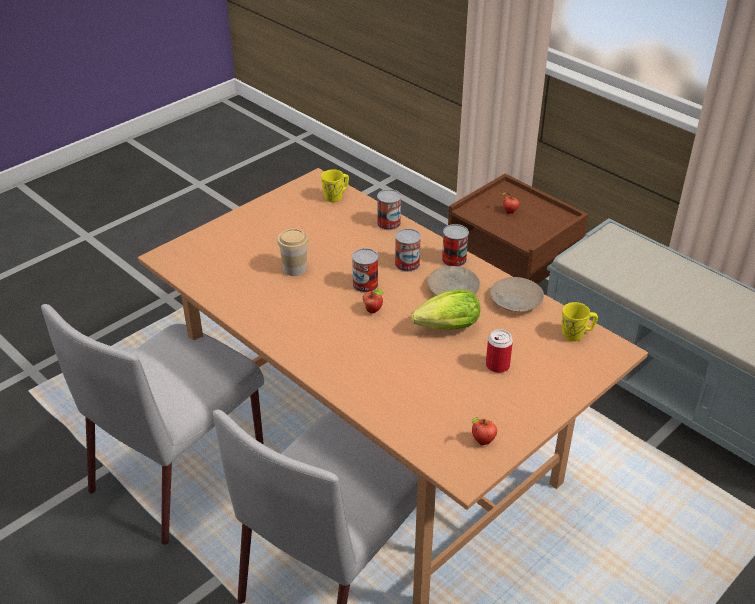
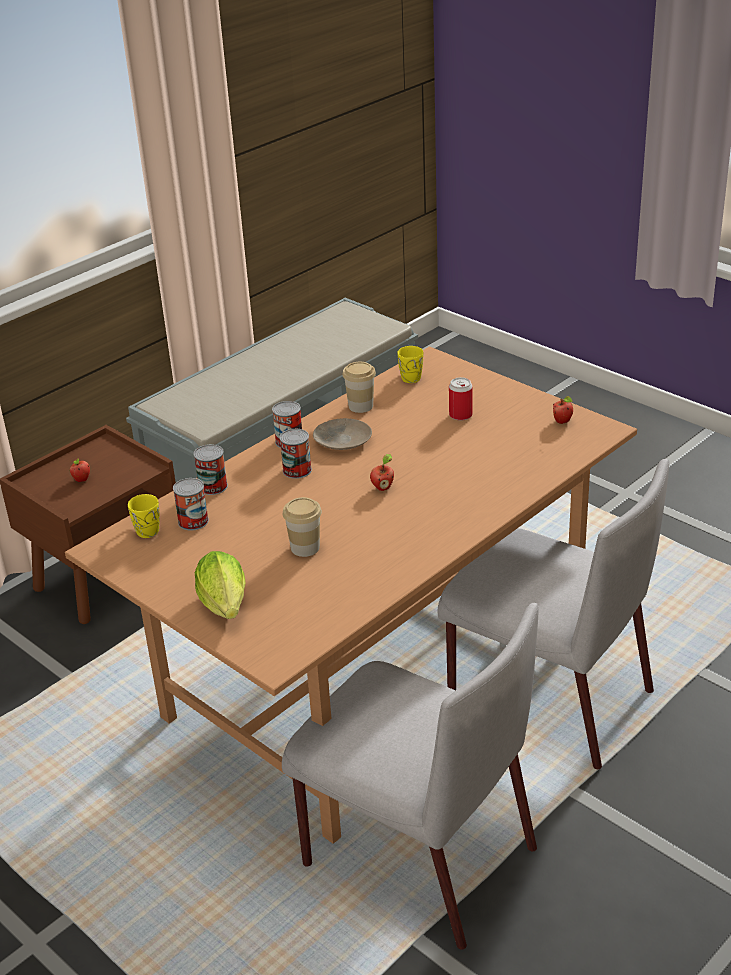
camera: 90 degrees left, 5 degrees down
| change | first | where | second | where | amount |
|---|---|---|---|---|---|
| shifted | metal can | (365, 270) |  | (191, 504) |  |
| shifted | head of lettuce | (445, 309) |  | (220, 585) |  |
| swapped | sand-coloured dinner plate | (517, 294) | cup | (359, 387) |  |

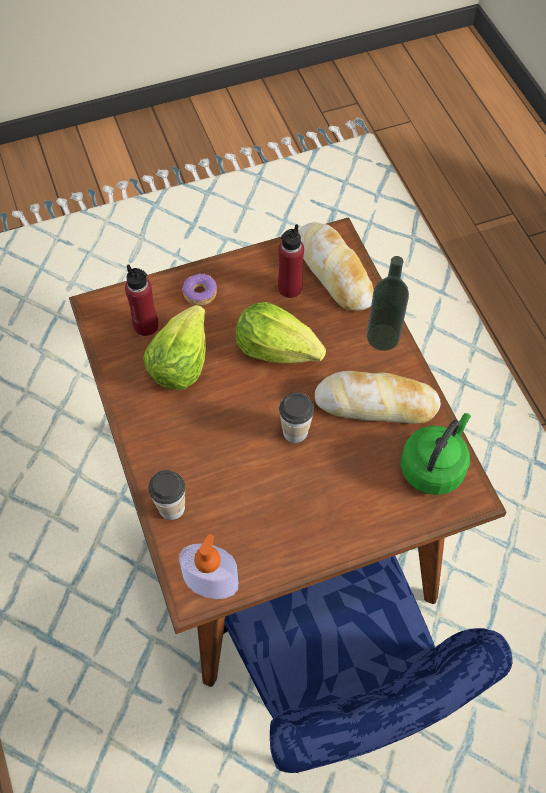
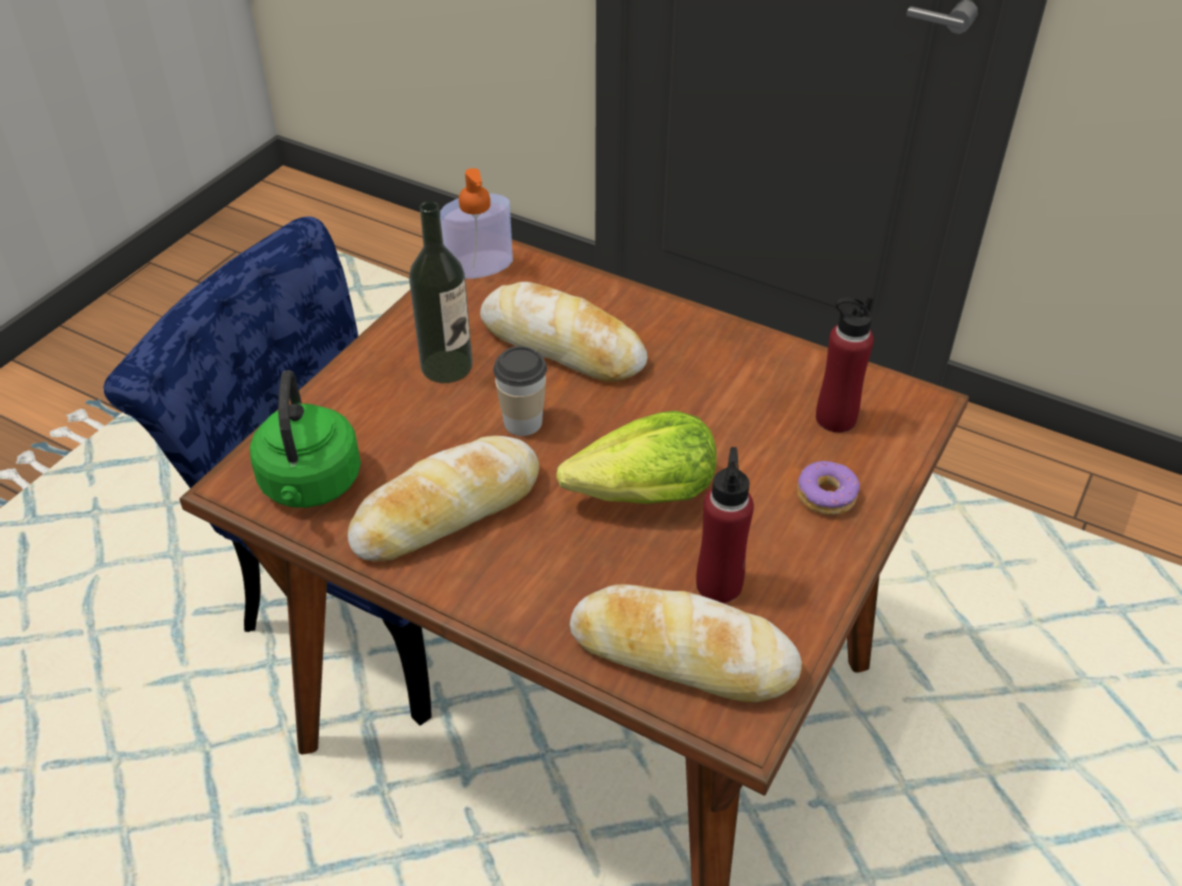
camera: 140 degrees right, 15 degrees down
| change | first | where | second | where | amount |
|---|---|---|---|---|---|
| gone | head of lettuce | (174, 347) |  |  |  |
| gone | cup | (167, 495) |  |  |  |
| shifted | drink bottle | (388, 303) |  | (441, 292) |  |
| new |  |  | bakery bread | (564, 332) |  |

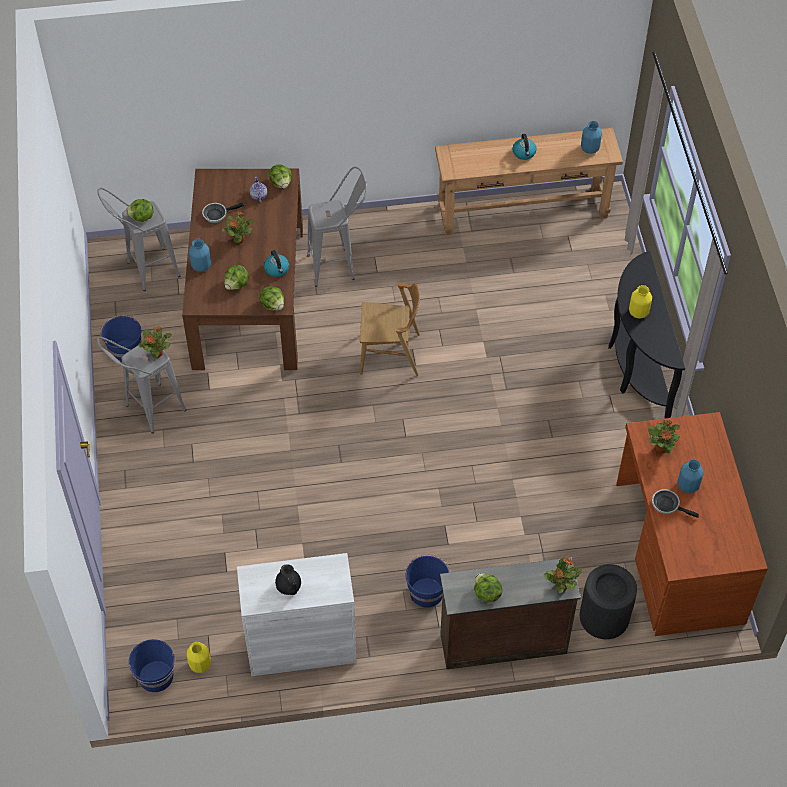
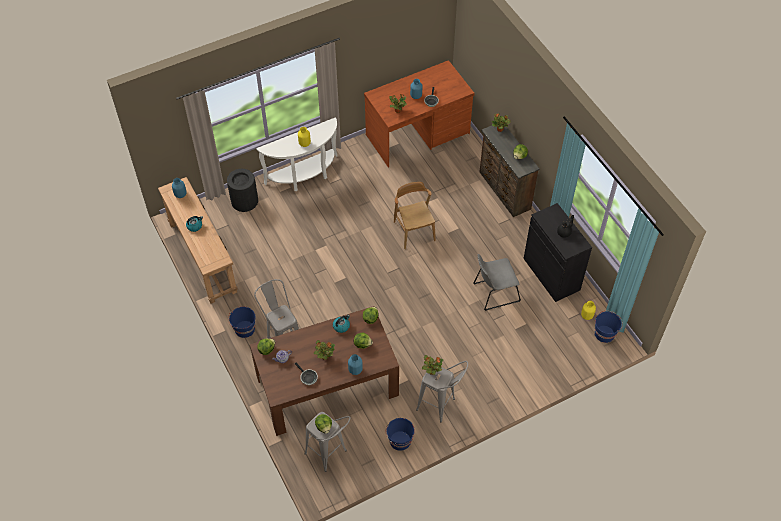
camera: 110 degrees left, 0 degrees up
| change | first | where | second | where | amount |
|---|---|---|---|---|---|
| repainted | whitish storage cabinet | (297, 614) | black-coloured storage cabinet | (557, 252) |  |
| shifted | brown upright chair | (390, 329) |  | (415, 215) |  |
| shifted | blue-coloured bucket | (428, 581) |  | (242, 322) |  |
| shifted | black-coloured waste bin | (608, 601) |  | (242, 190) |  |
| repainted | black-coloured narrow table | (646, 334) | whitish narrow table | (296, 154) |  |
| new |  |  | gray upright chair | (497, 282) |  |

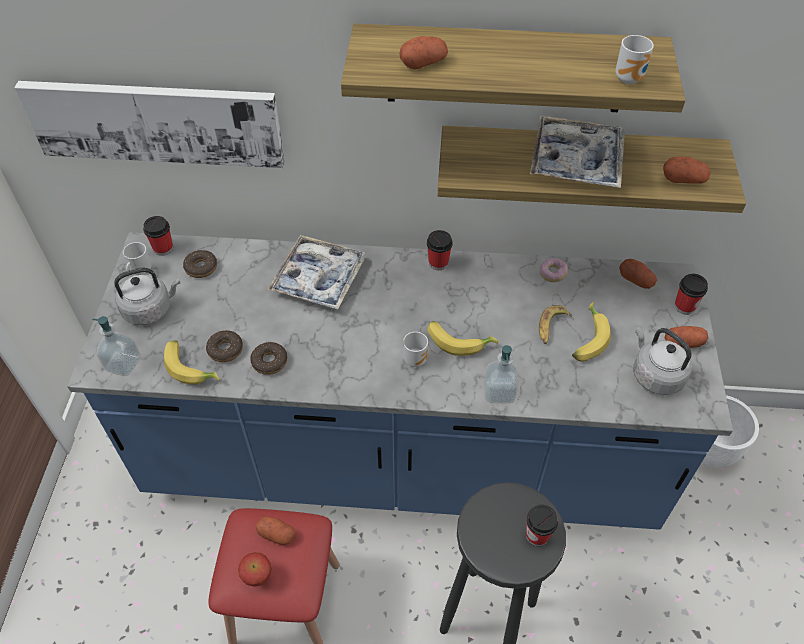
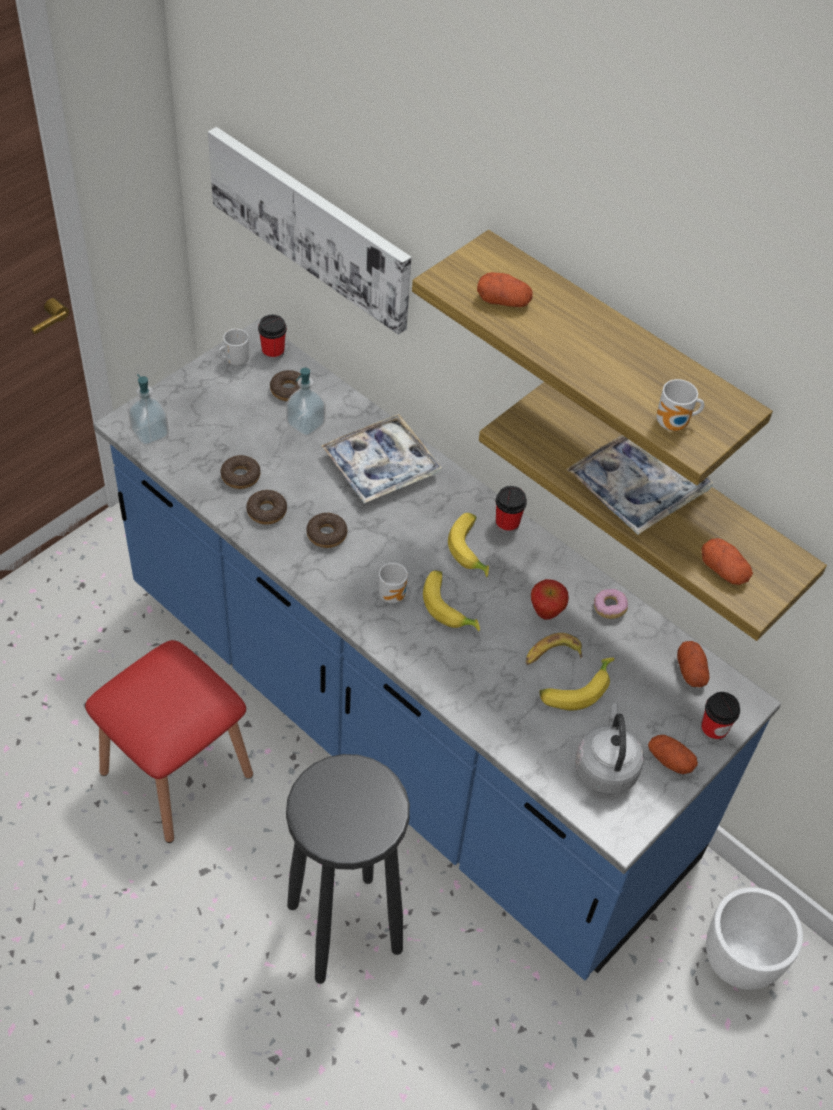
camera: 35 degrees right, 0 degrees up
| change | first | where | second | where | amount |
|---|---|---|---|---|---|
| gone | gray water kettle | (147, 296) |  |  |  |
| shifted | banana | (191, 362) |  | (468, 545) |  |
| shifted | apple fruit | (255, 569) |  | (549, 599) |  |
| gone | spud | (276, 530) |  |  |  |
| shifted | soap dispenser | (501, 374) |  | (306, 402) |  |
| gone | cup | (542, 525) |  |  |  |
| new |  |  | donut | (327, 530) |  |

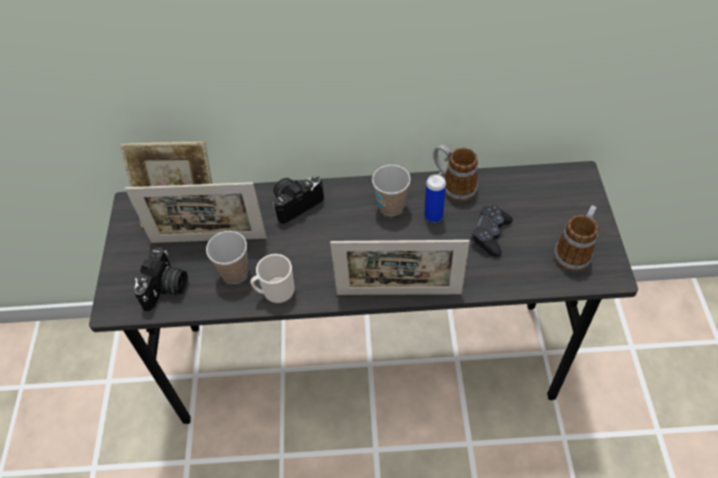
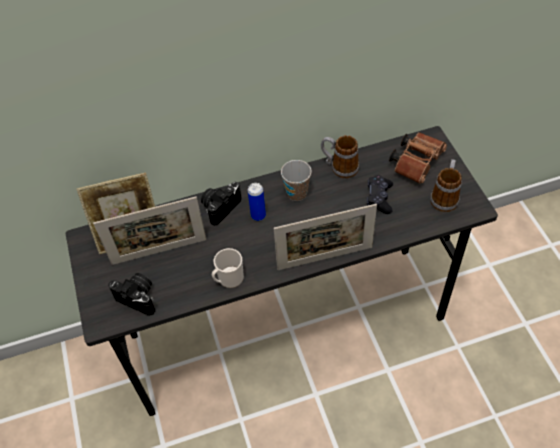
camera: 15 degrees left, 0 degrees up
| change | first | where | second | where | amount |
|---|---|---|---|---|---|
| rotated | photo camera | (161, 279) |  | (131, 294) | 60 degrees counterclockwise |
| gone | cup | (227, 257) |  |  |  |
| shifted | metal can | (435, 198) |  | (257, 202) |  |
| new |  |  | brown field glasses | (418, 158) |  |

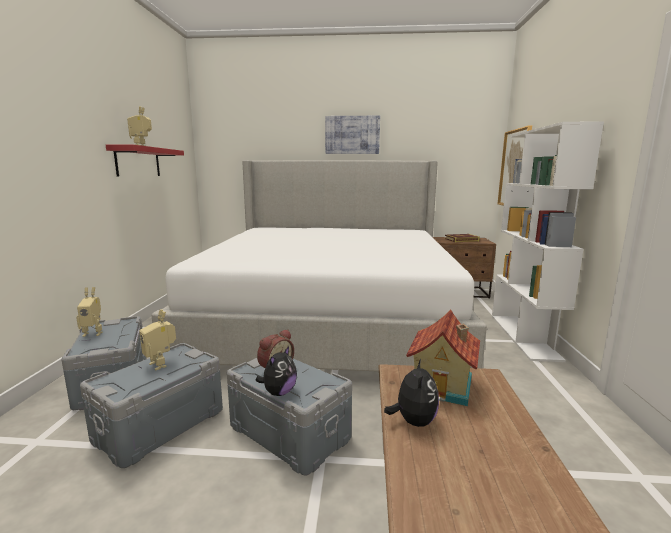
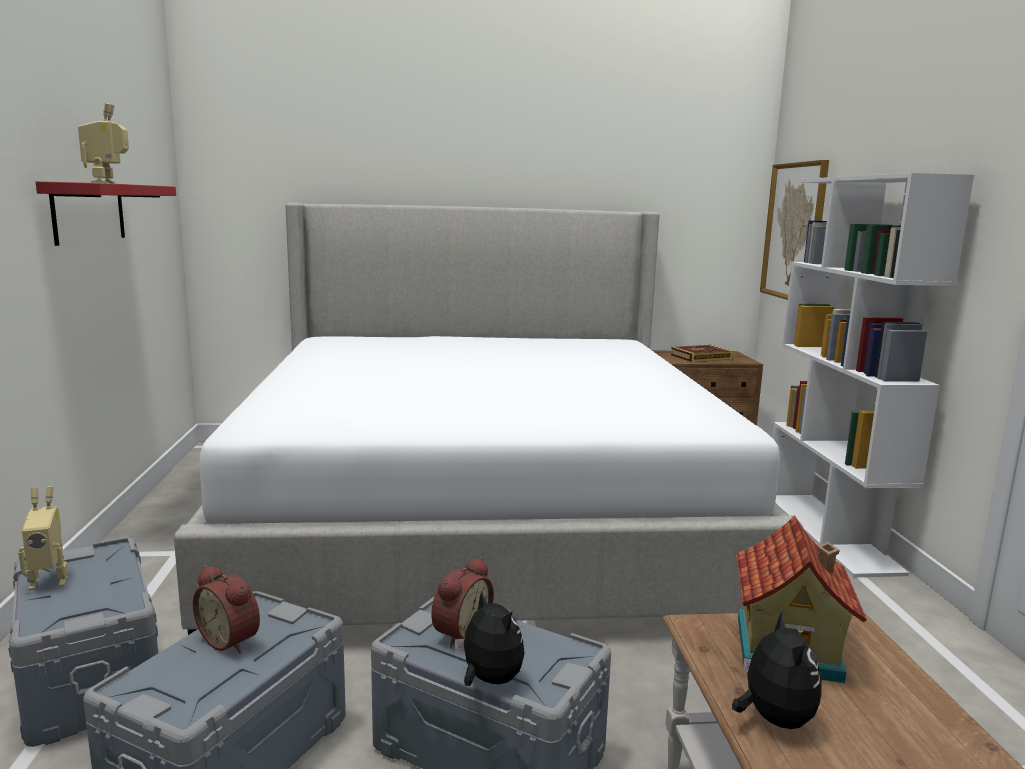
camera: 10 degrees left, 0 degrees up
| change | first | where | second | where | amount |
|---|---|---|---|---|---|
| swapped | model robot | (157, 339) | alarm clock | (226, 610) |  |
| rotated | plush toy | (276, 371) |  | (490, 638) | 60 degrees counterclockwise |
| gone | wall picture | (352, 135) |  |  |  |

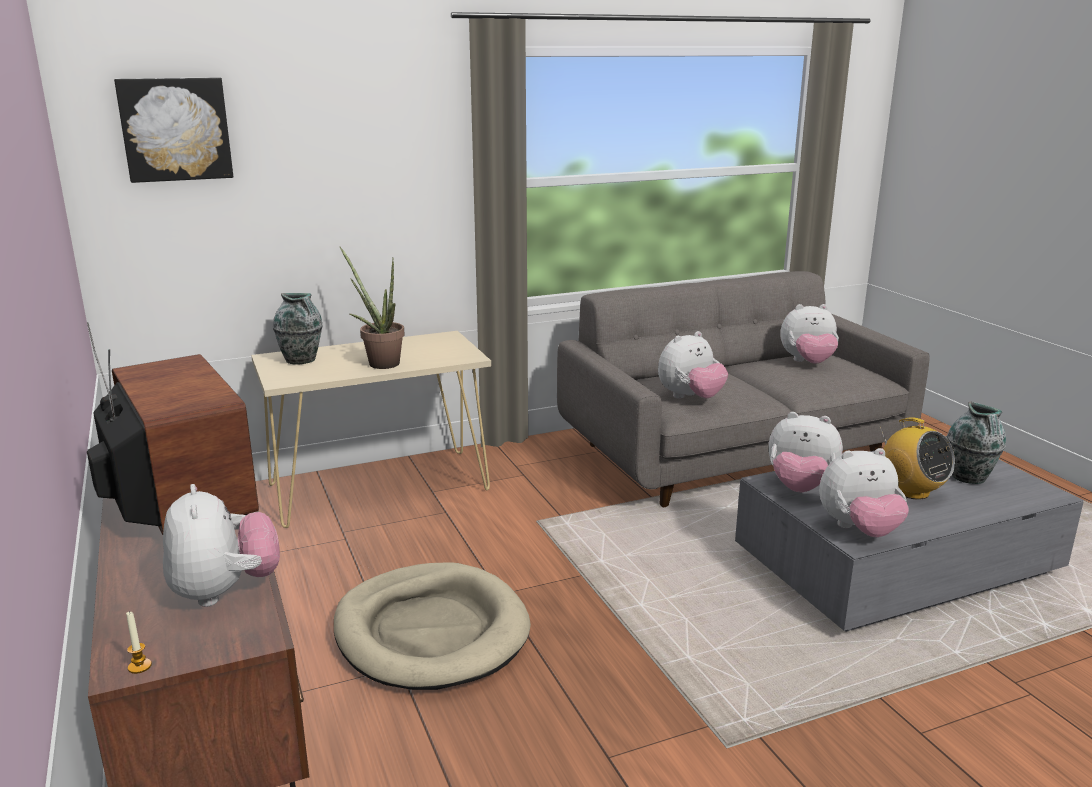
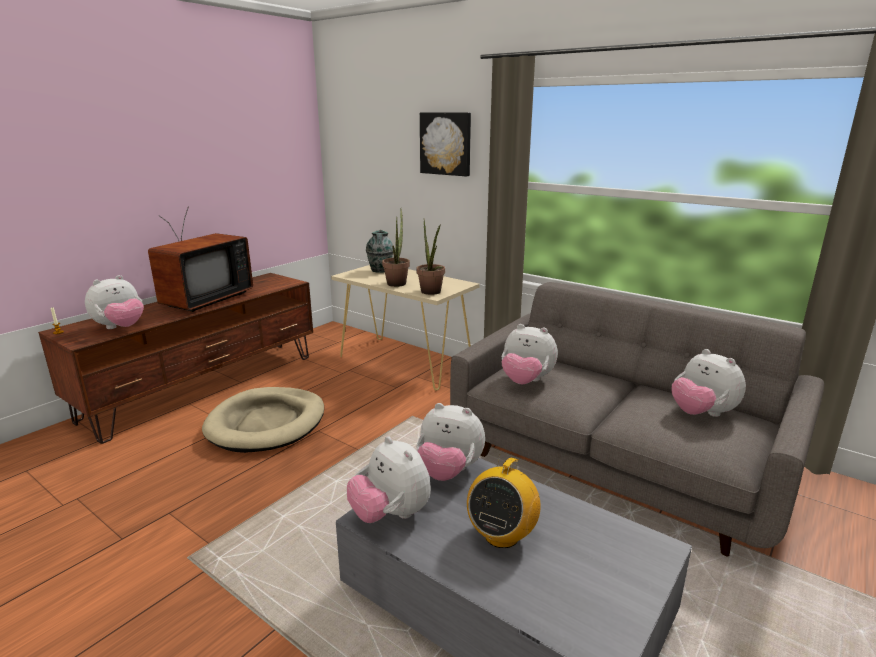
camera: 60 degrees right, 0 degrees up
| change | first | where | second | where | amount |
|---|---|---|---|---|---|
| shifted | wall picture | (173, 130) |  | (445, 144) |  |
| rotated | plush toy | (806, 452) |  | (451, 442) | 60 degrees counterclockwise |
| gone | decorative vase | (976, 443) |  |  |  |
| new |  |  | plant in a pot | (431, 257) |  |

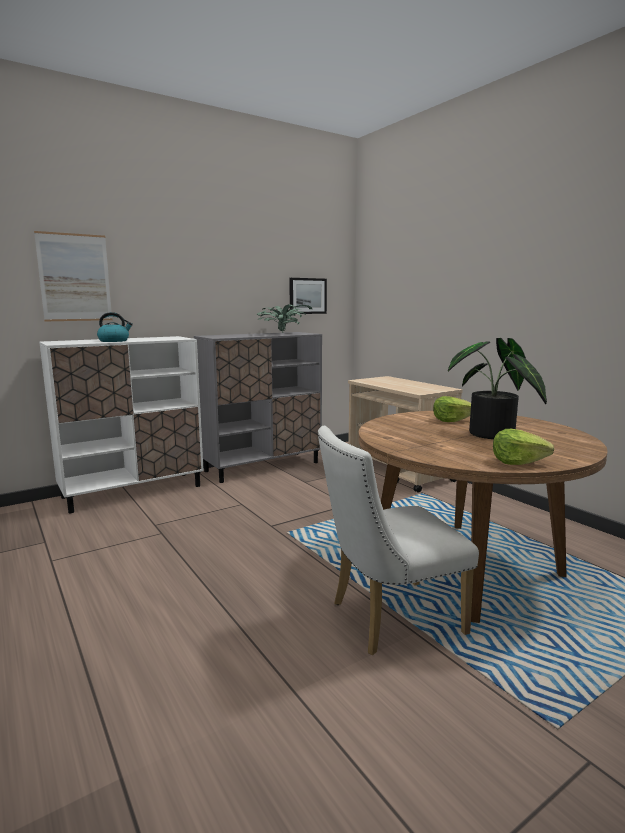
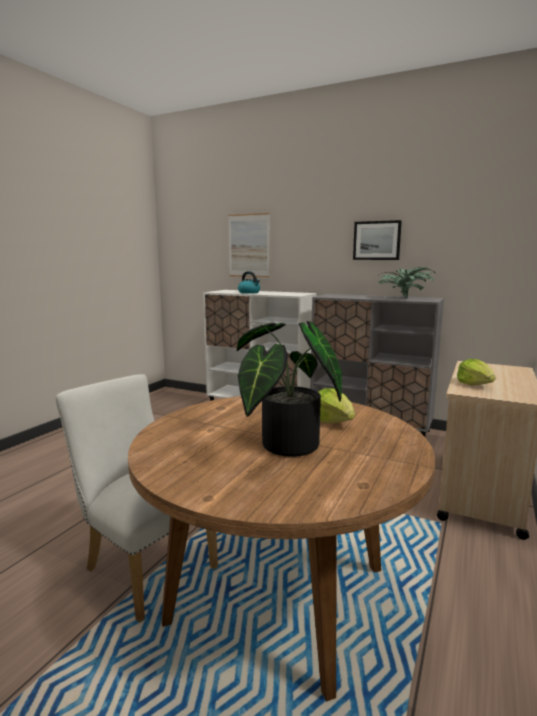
camera: 60 degrees right, 0 degrees up
| change | first | where | second | where | amount |
|---|---|---|---|---|---|
| shifted | wall picture | (308, 296) |  | (377, 240) |  |
| shifted | head of lettuce | (523, 447) |  | (476, 372) |  |

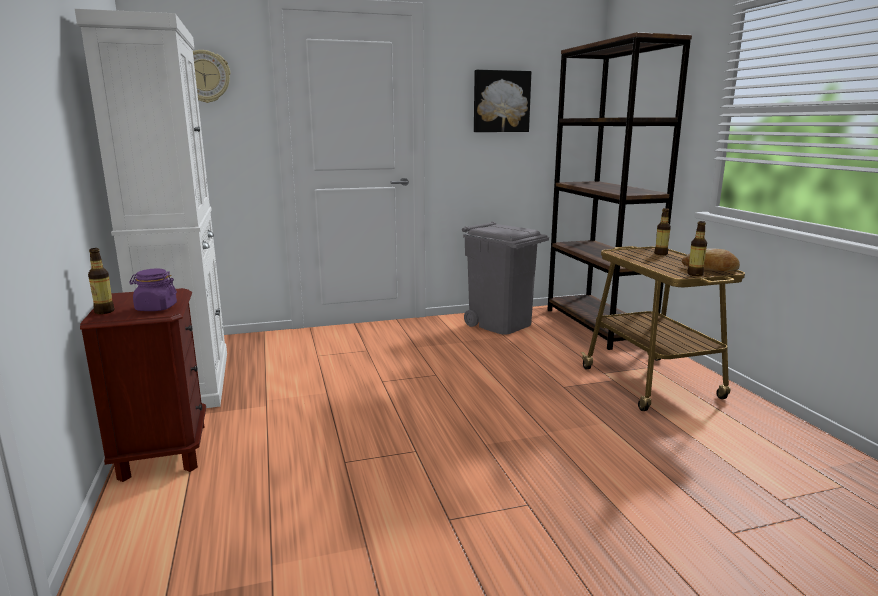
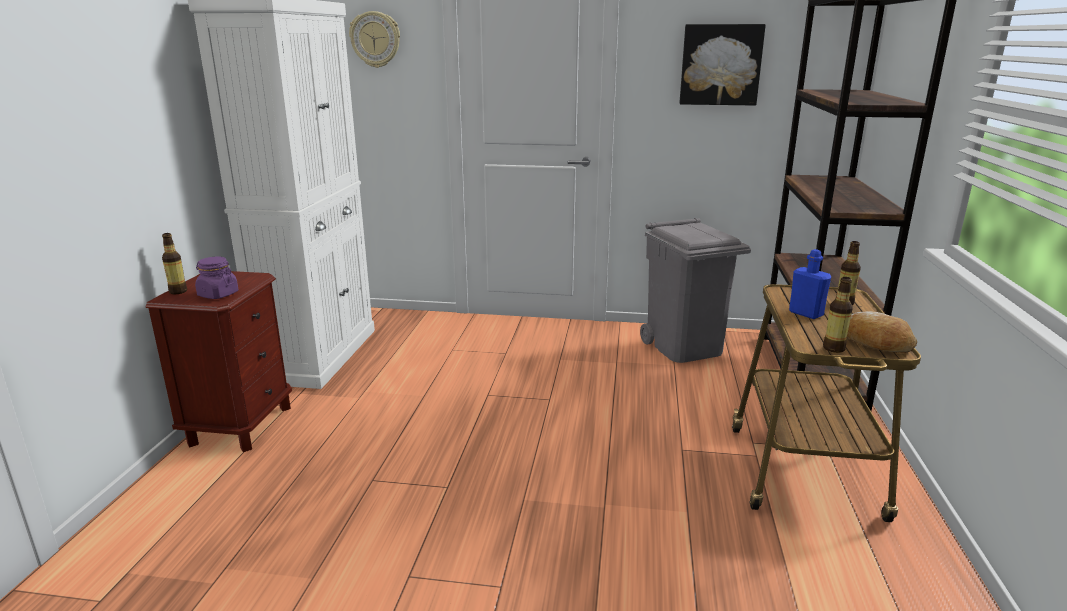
camera: 25 degrees right, 5 degrees up
| change | first | where | second | where | amount |
|---|---|---|---|---|---|
| new |  |  | blue-coloured drink bottle | (810, 284) |  |

